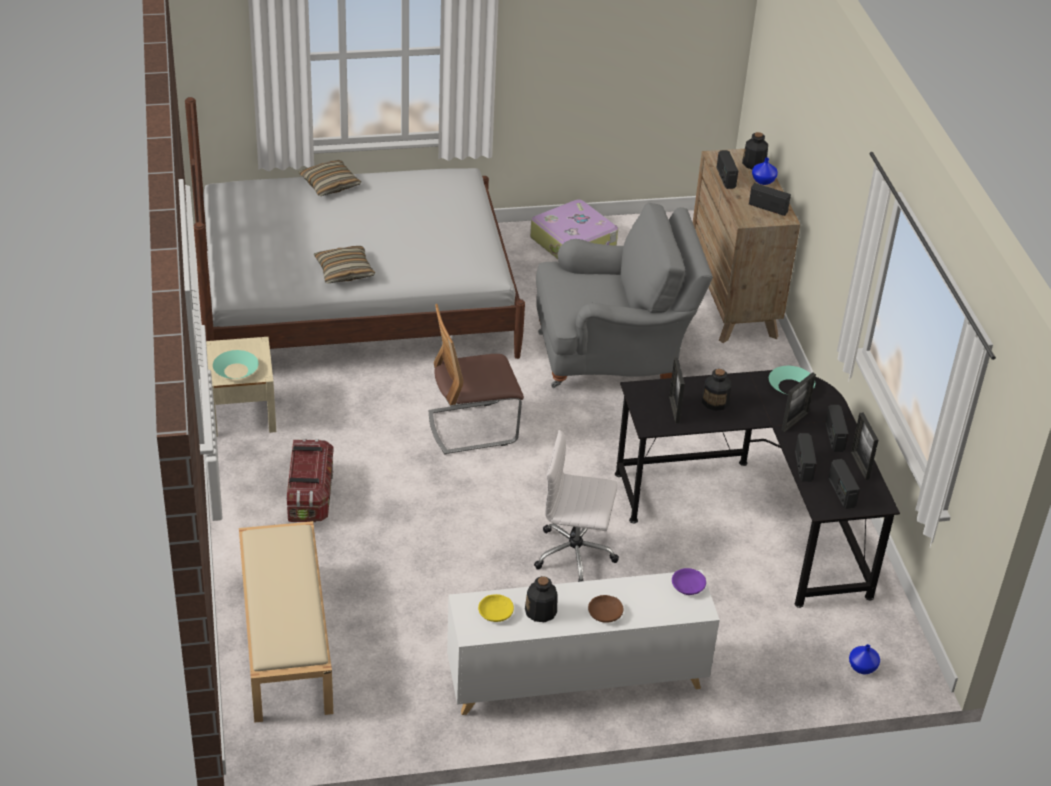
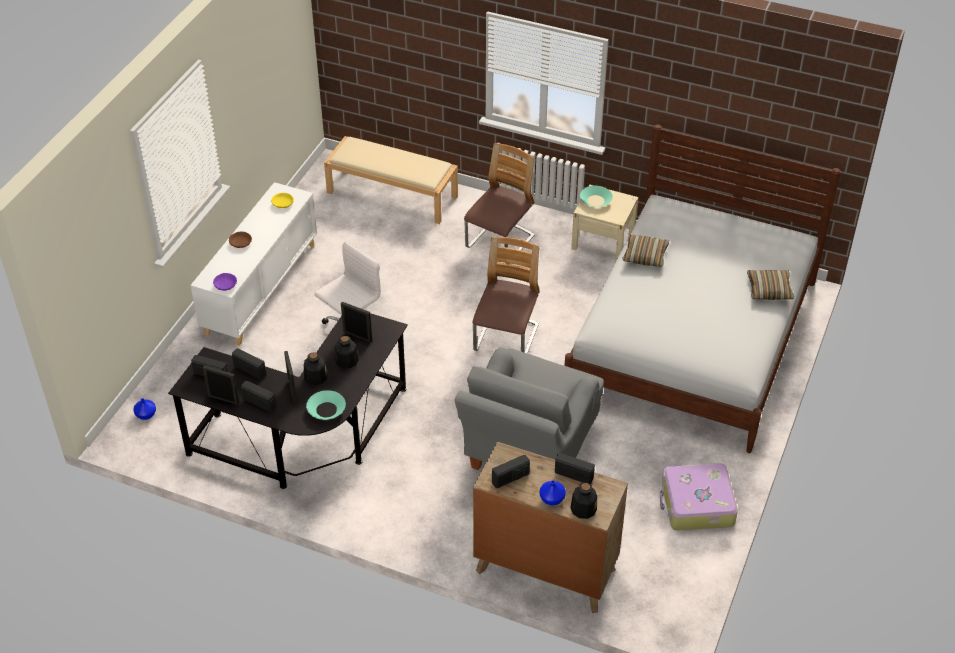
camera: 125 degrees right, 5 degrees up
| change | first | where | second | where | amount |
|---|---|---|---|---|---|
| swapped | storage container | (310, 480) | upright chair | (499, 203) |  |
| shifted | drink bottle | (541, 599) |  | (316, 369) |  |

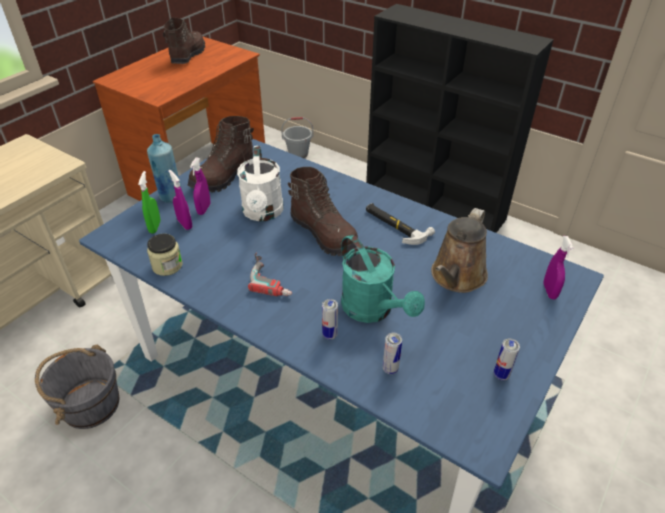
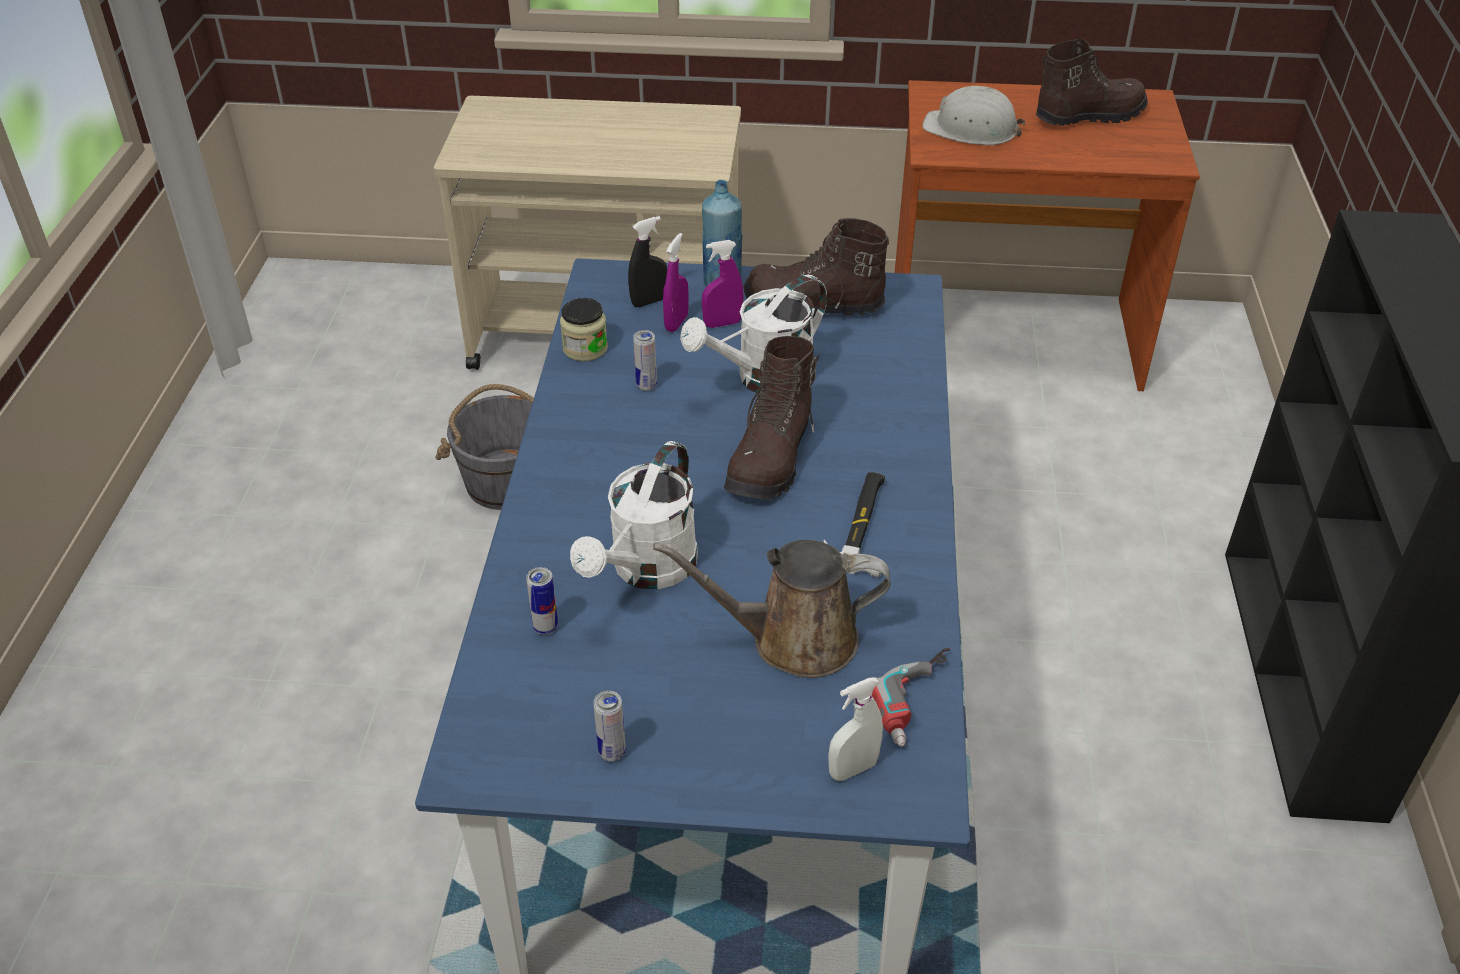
camera: 60 degrees right, 0 degrees up
| change | first | where | second | where | amount |
|---|---|---|---|---|---|
| repainted | greenish spray bottle | (149, 202) | black-coloured spray bottle | (647, 261) |  |
| shifted | drill | (270, 274) |  | (911, 697) |  |
| gone | gray bucket | (297, 137) |  |  |  |
| shifted | metal can | (330, 319) |  | (645, 360) |  |
| repainted | turquoise watering can | (383, 279) | whitish watering can | (634, 515) |  |
| repainted | purplish spray bottle | (558, 268) | whitish spray bottle | (855, 729) |  |
| new |  |  | whitish work helmet | (974, 115) |  |

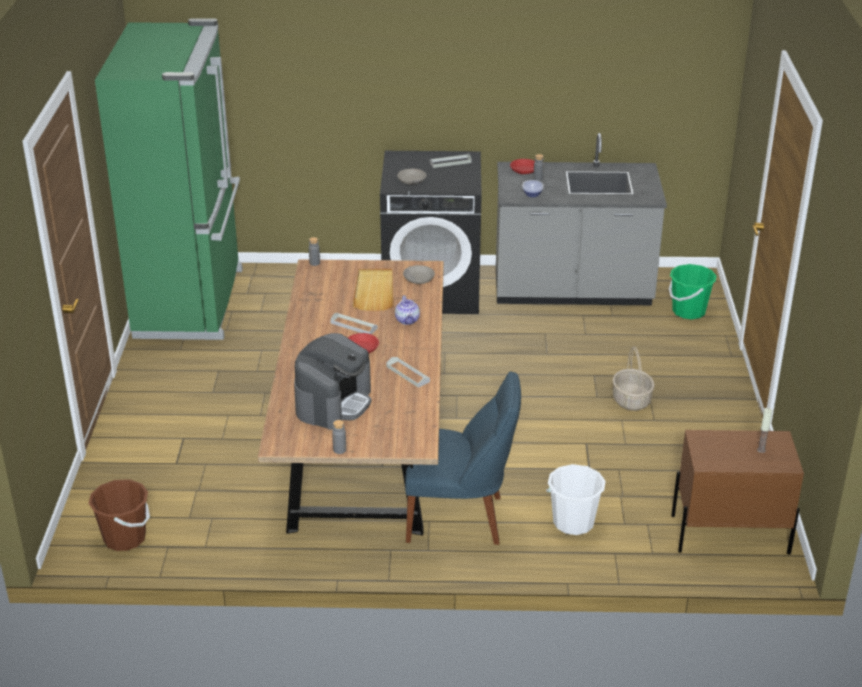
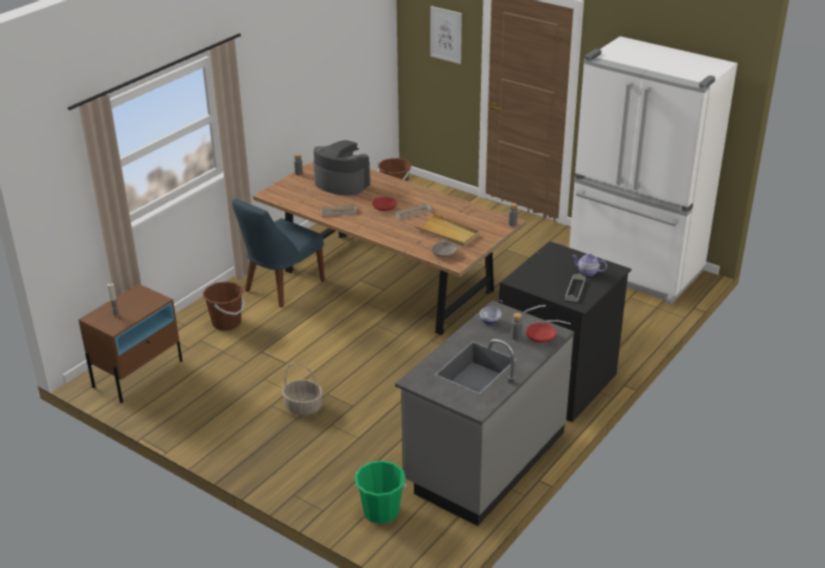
camera: 125 degrees right, 0 degrees up
| change | first | where | second | where | amount |
|---|---|---|---|---|---|
| repainted | greenish kitchen fridge | (169, 179) | whitish kitchen fridge | (653, 170) |  |
| rotated | coffee machine | (332, 381) |  | (342, 168) | 150 degrees clockwise |
| shifted | tea pot | (407, 310) |  | (589, 265) |  |
| gone | gray bowl | (412, 177) |  |  |  |
| repainted | whitish bucket | (576, 499) | brown bucket | (224, 306) |  |
| new |  |  | wall picture | (446, 35) |  |

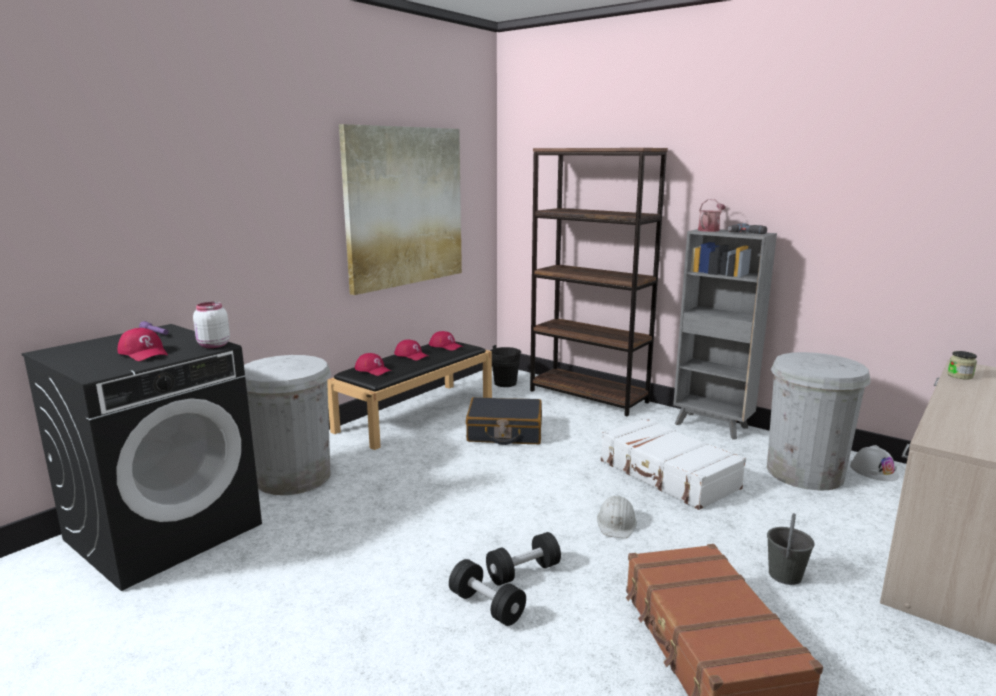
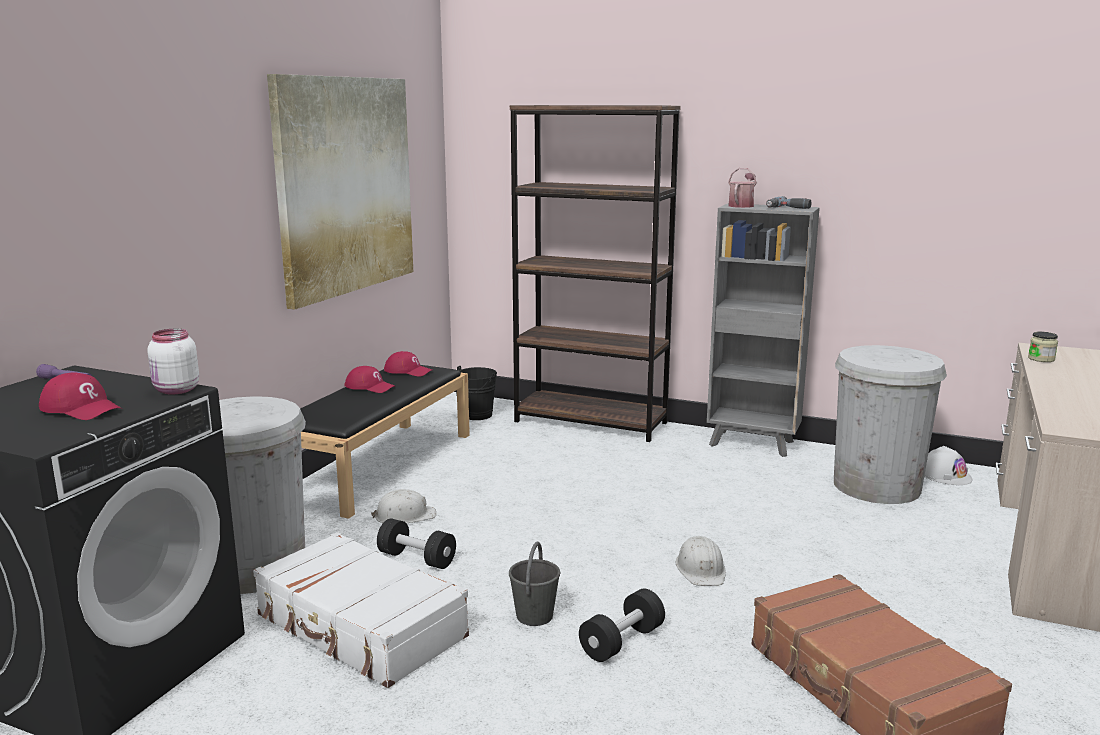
camera: 15 degrees left, 0 degrees up
| change | first | where | second | where | amount |
|---|---|---|---|---|---|
| gone | reddish peaked cap | (373, 364) |  |  |  |
| shifted | black-coloured hand weight | (487, 592) |  | (416, 543) |  |
| gone | black-coloured suitcase | (504, 421) |  |  |  |
| shifted | whitish suitcase | (673, 464) |  | (361, 610) |  |
| shifted | gray bucket | (791, 549) |  | (534, 583) |  |
| new |  |  | whitish work helmet | (403, 506) |  |

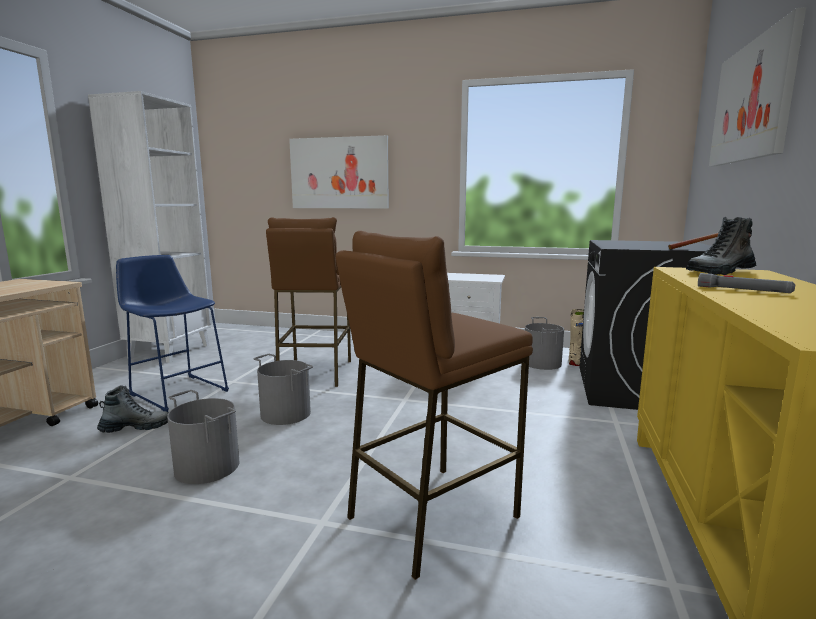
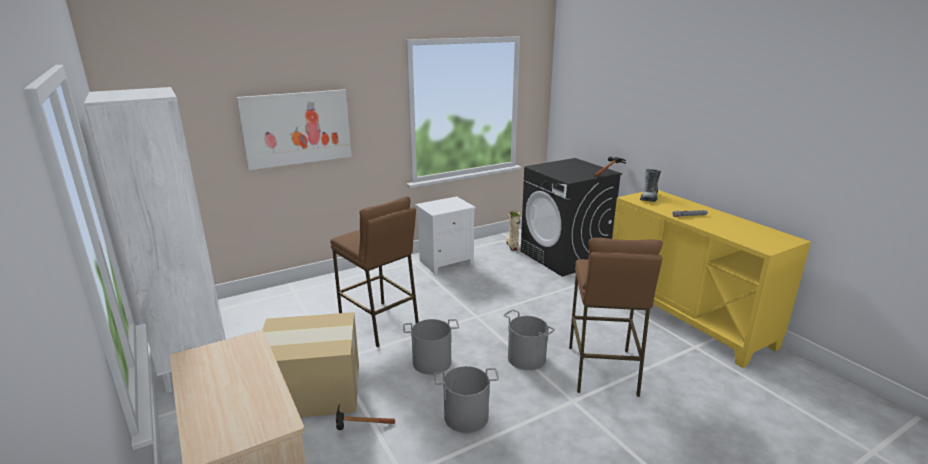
camera: 45 degrees left, 10 degrees up
| change | first | where | second | where | amount |
|---|---|---|---|---|---|
| swapped | tall boot | (133, 409) | hand hammer | (365, 417) |  |
| swapped | blue-coloured stool seat | (172, 333) | carton | (310, 365) |  |
| shifted | gray bucket | (544, 343) |  | (529, 340) |  |
| gone | wall picture | (757, 87) |  |  |  |

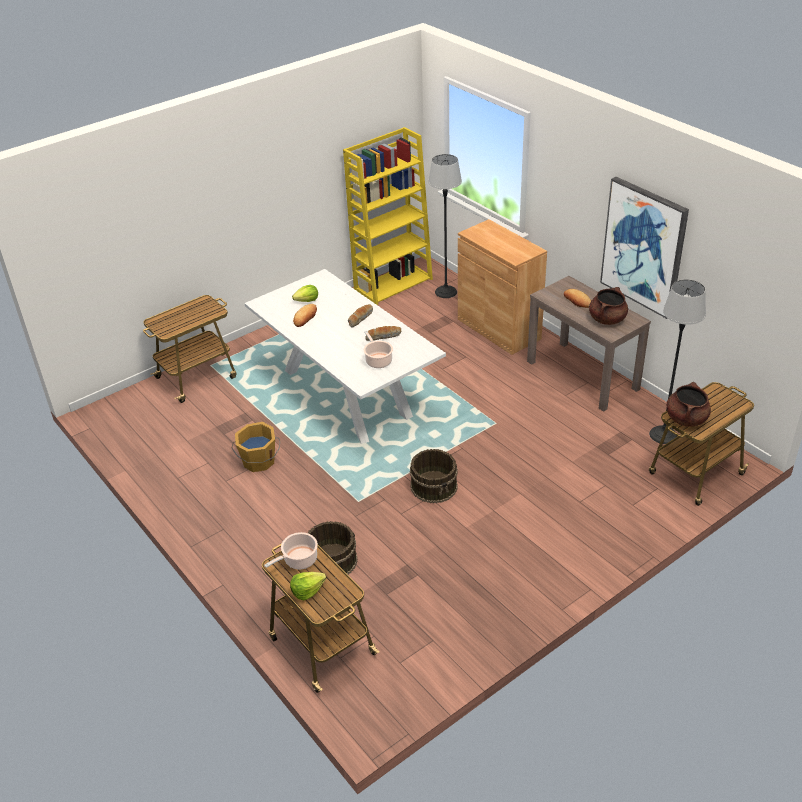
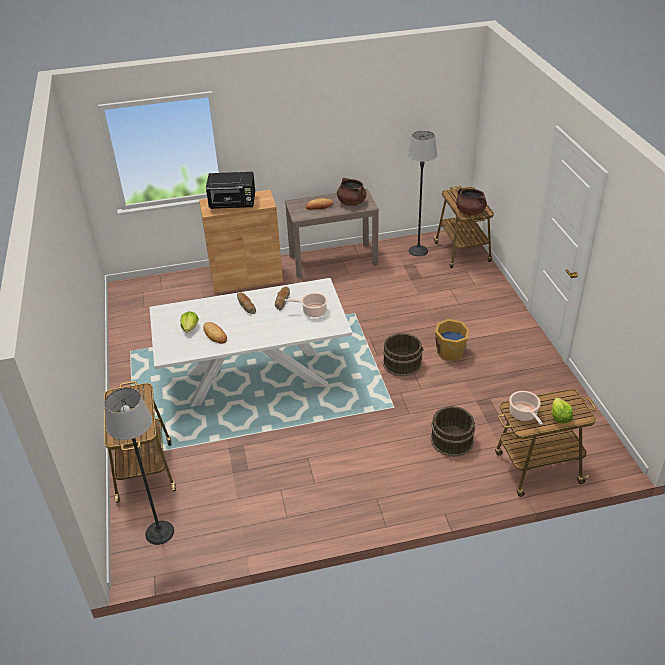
camera: 65 degrees left, 0 degrees up
| change | first | where | second | where | amount |
|---|---|---|---|---|---|
| shifted | orange-coloured bucket | (256, 447) |  | (452, 340) |  |
| gone | yellow-coloured shelving unit | (388, 216) |  |  |  |
| shifted | floor lamp | (445, 226) |  | (139, 466) |  |
| gone | wall picture | (644, 248) |  |  |  |
| new |  |  | black-coloured microwave | (230, 190) |  |

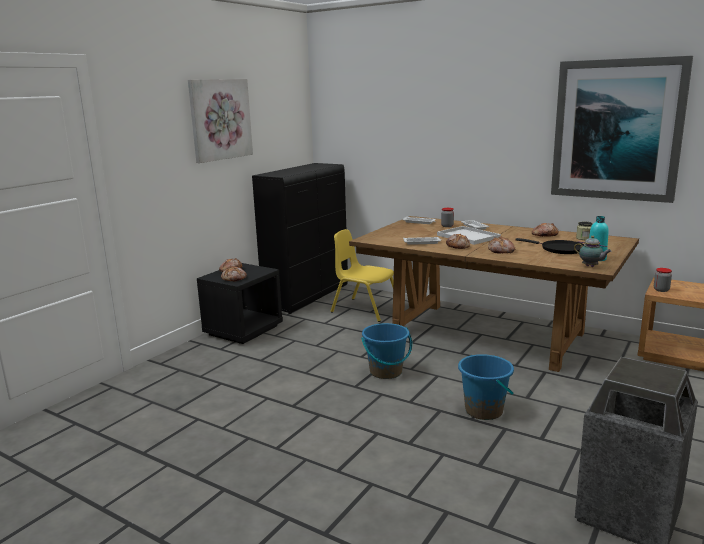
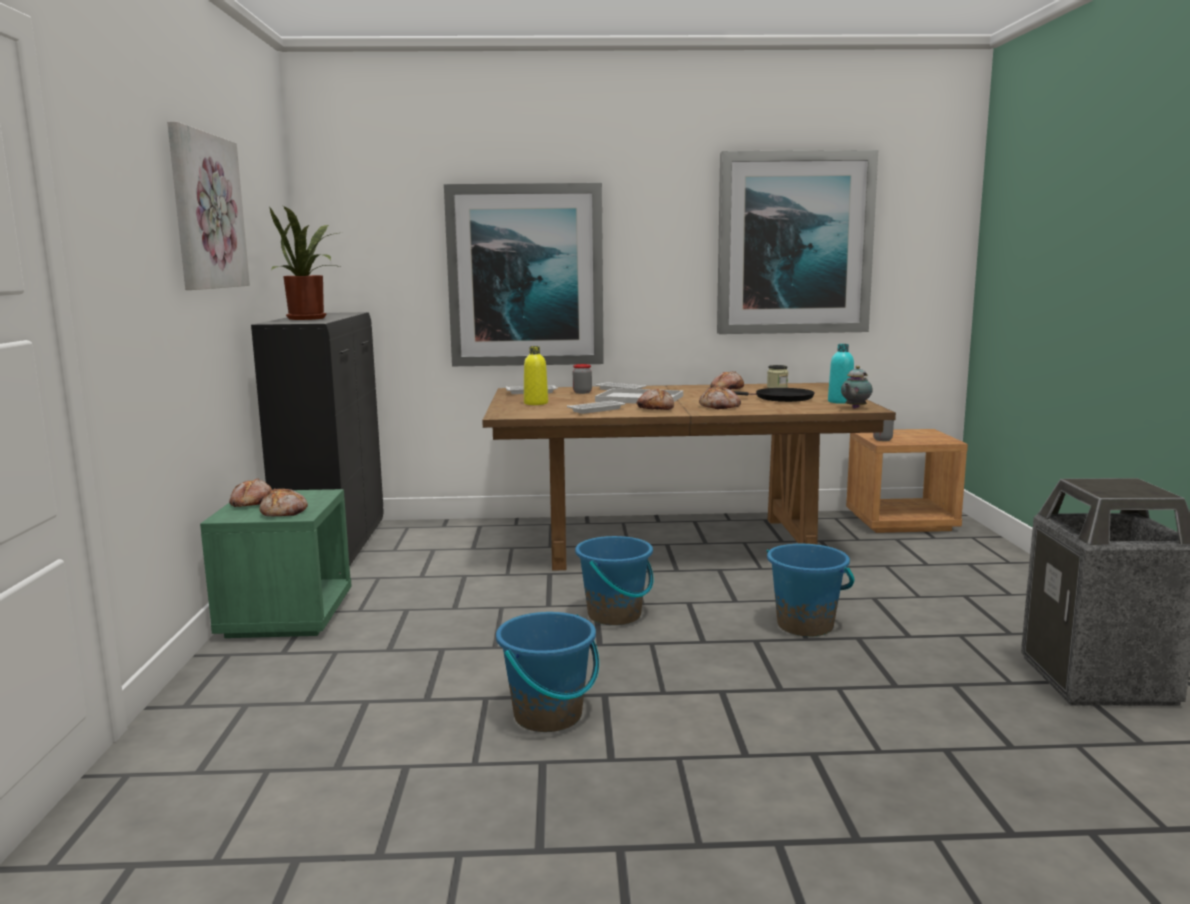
camera: 35 degrees left, 5 degrees down
| change | first | where | second | where | amount |
|---|---|---|---|---|---|
| repainted | black-coloured bedside table | (240, 303) | greenish bedside table | (275, 563) |  |
| gone | yellow-coloured upright chair | (362, 275) |  |  |  |
| rotated | tea pot | (593, 251) |  | (857, 387) | 120 degrees clockwise |
| new |  |  | plant in a pot | (305, 263) |  |
| new |  |  | wall picture | (524, 274) |  |
| new |  |  | blue-coloured bucket | (547, 672) |  |
| new |  |  | yellow-coloured drink bottle | (536, 375) |  |

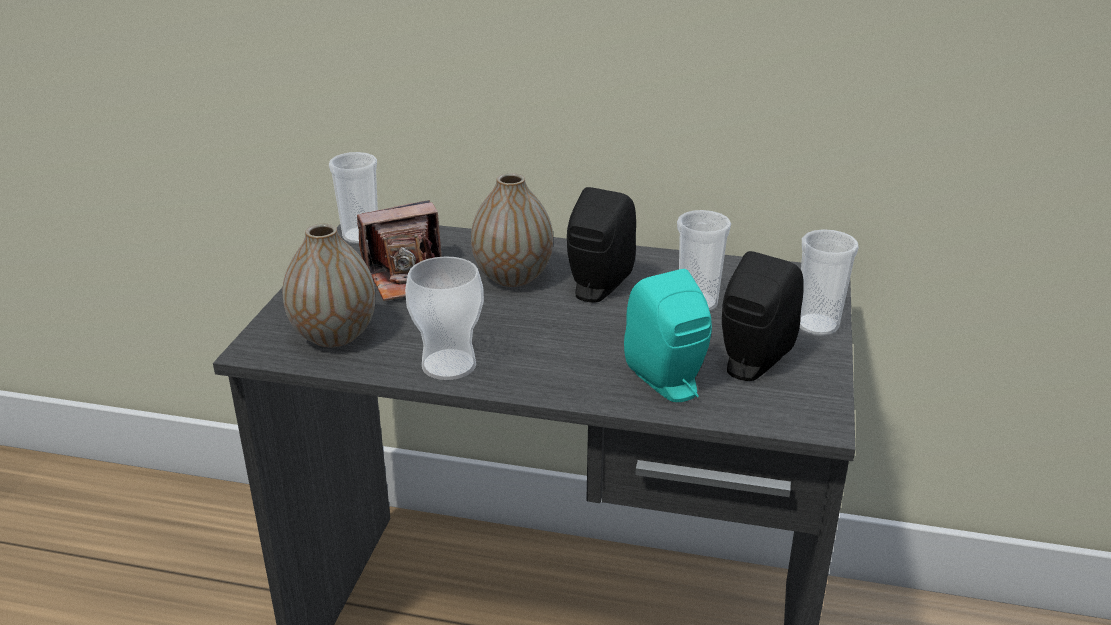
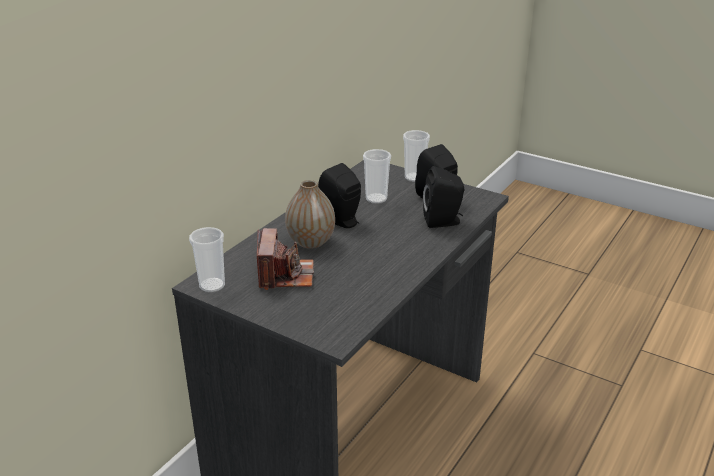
camera: 70 degrees left, 0 degrees up
| change | first | where | second | where | amount |
|---|---|---|---|---|---|
| gone | decorative vase | (328, 285) |  |  |  |
| gone | cup | (444, 318) |  |  |  |
| repainted | turquoise loudspeaker | (668, 335) | black-coloured loudspeaker | (444, 197) |  |

